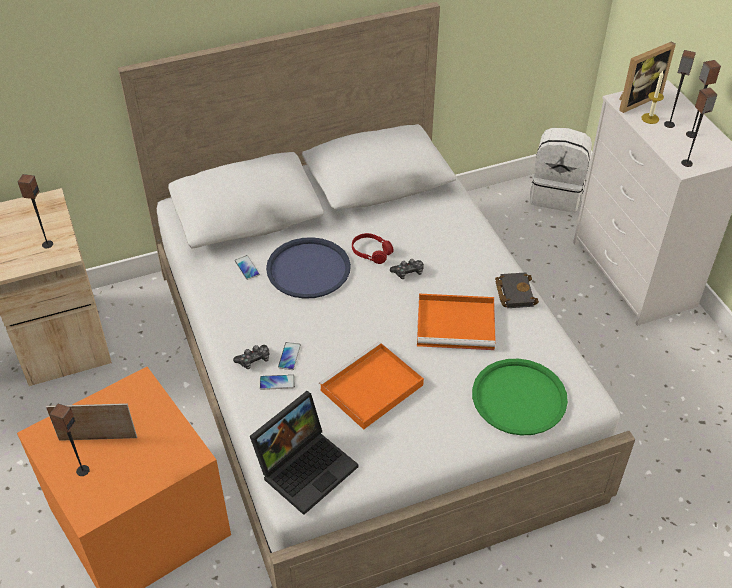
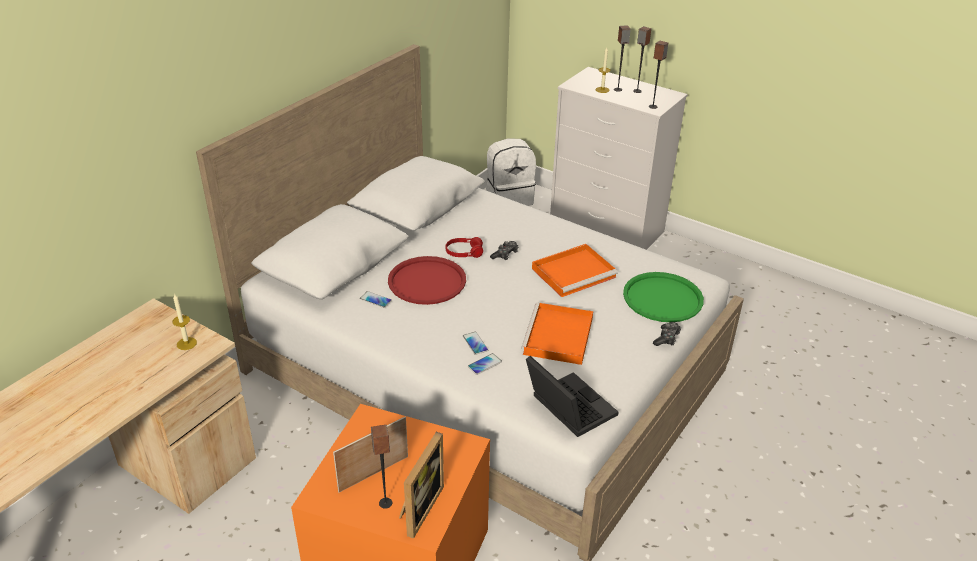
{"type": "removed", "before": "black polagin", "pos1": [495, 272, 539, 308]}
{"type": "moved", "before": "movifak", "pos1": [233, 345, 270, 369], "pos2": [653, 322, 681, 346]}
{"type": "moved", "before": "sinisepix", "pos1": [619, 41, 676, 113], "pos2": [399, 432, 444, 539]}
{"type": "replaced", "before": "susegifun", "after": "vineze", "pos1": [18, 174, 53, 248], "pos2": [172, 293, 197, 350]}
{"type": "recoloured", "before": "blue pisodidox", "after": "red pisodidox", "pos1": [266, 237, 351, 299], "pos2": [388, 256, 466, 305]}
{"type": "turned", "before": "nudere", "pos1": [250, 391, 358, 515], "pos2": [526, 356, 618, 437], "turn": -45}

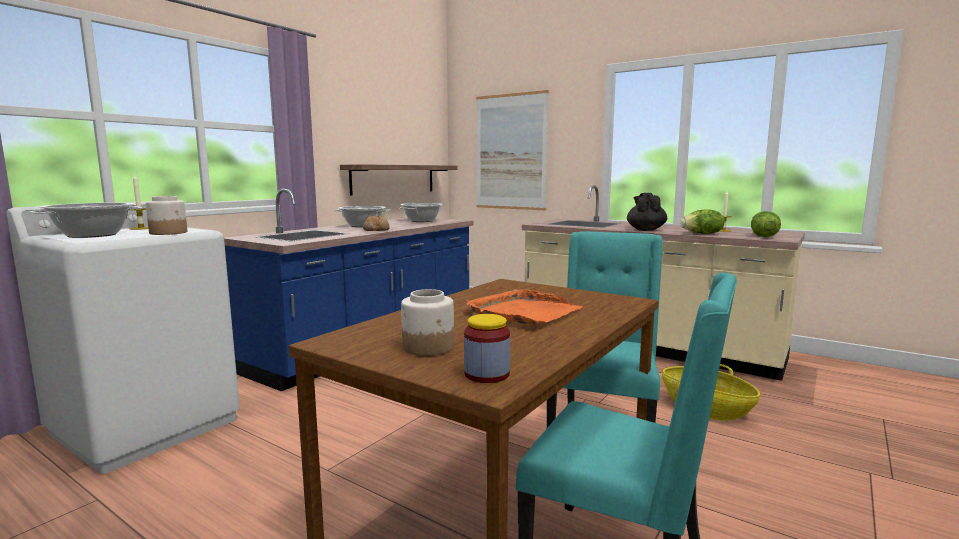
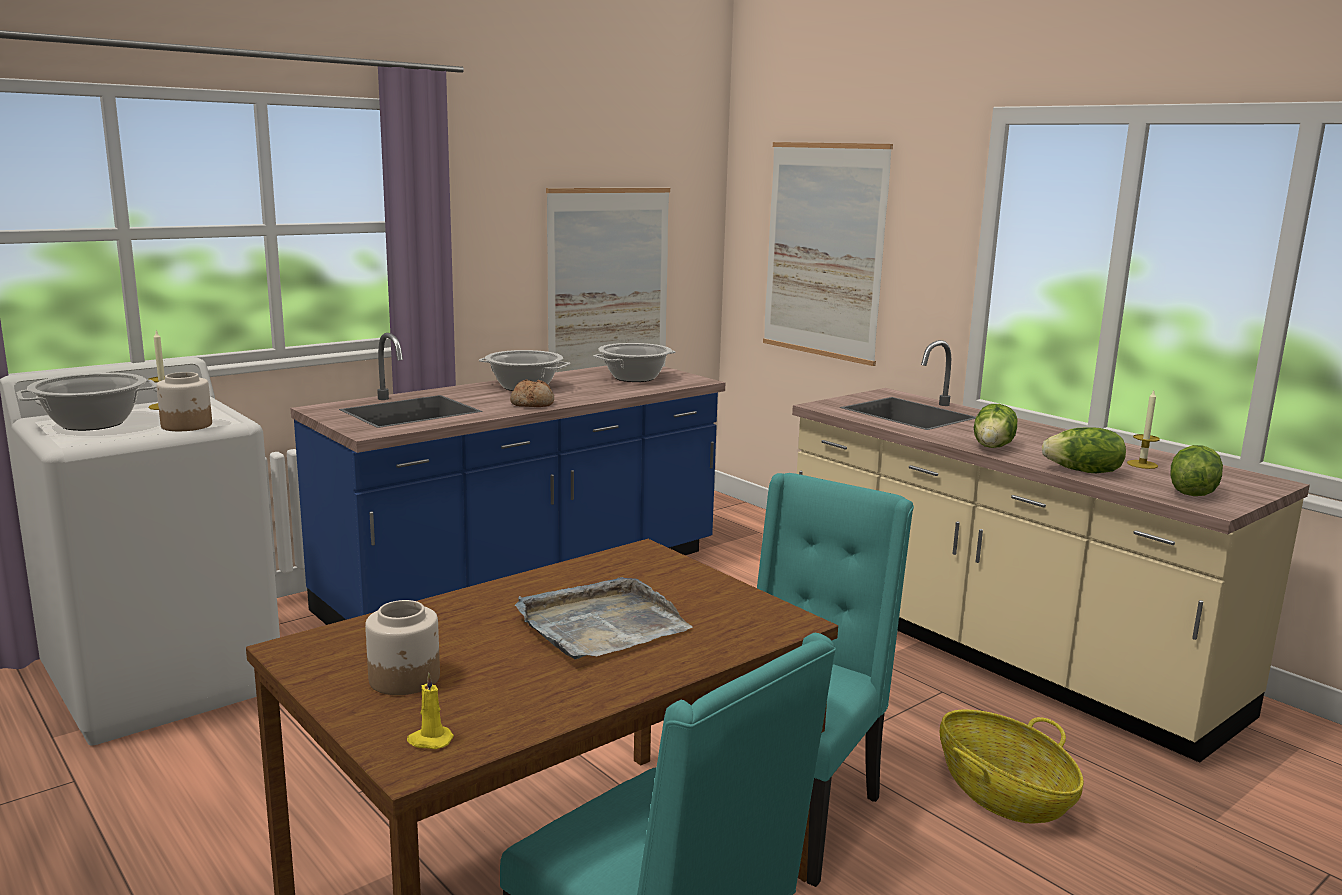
{"type": "replaced", "before": "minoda", "after": "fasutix", "pos1": [340, 164, 457, 195], "pos2": [546, 188, 670, 372]}
{"type": "replaced", "before": "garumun", "after": "yellow vineze", "pos1": [464, 314, 510, 383], "pos2": [407, 673, 454, 749]}
{"type": "replaced", "before": "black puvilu", "after": "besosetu", "pos1": [627, 193, 667, 231], "pos2": [974, 404, 1017, 448]}
{"type": "recoloured", "before": "orange pisodidox", "after": "grey pisodidox", "pos1": [467, 289, 583, 325], "pos2": [515, 577, 693, 659]}

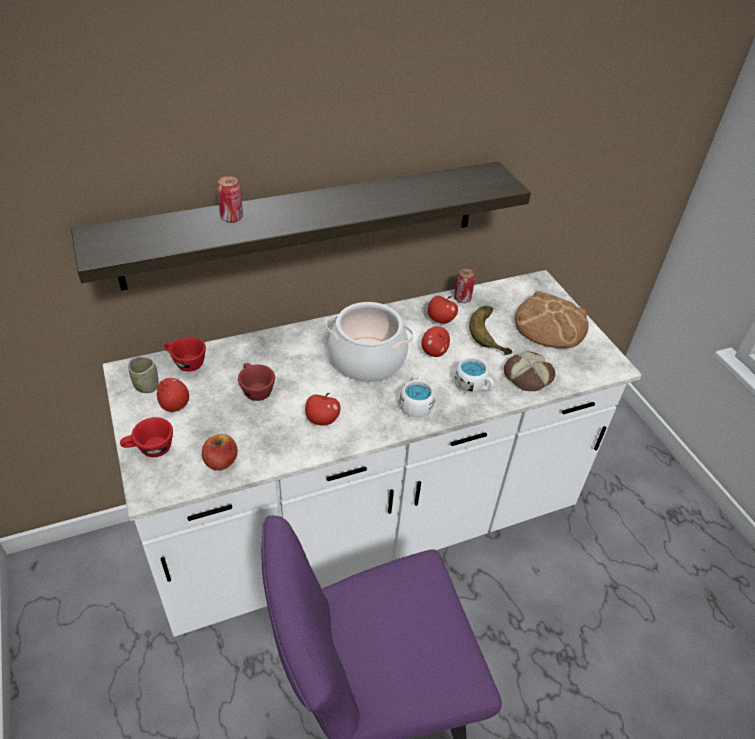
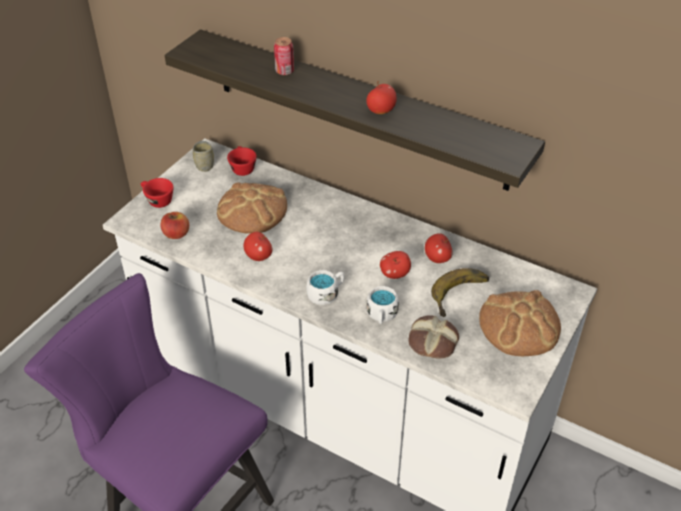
{"type": "removed", "before": "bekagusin", "pos1": [326, 302, 413, 382]}
{"type": "removed", "before": "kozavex", "pos1": [454, 268, 475, 303]}
{"type": "moved", "before": "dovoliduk", "pos1": [157, 378, 189, 412], "pos2": [366, 81, 397, 114]}
{"type": "replaced", "before": "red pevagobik", "after": "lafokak", "pos1": [238, 363, 275, 401], "pos2": [217, 182, 287, 234]}

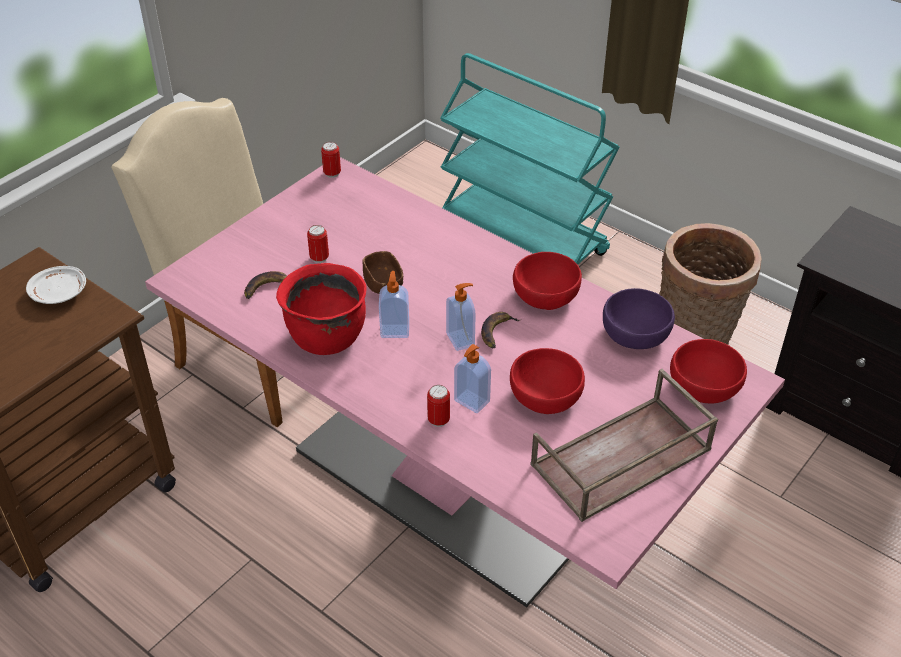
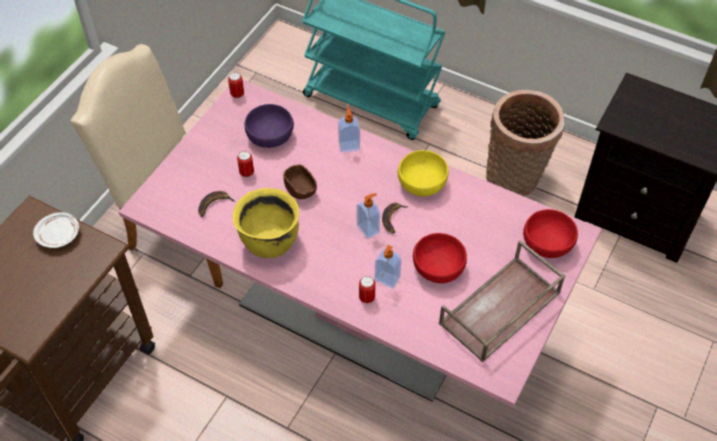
{"type": "moved", "before": "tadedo", "pos1": [379, 271, 409, 338], "pos2": [338, 107, 360, 153]}
{"type": "moved", "before": "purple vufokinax", "pos1": [603, 288, 675, 349], "pos2": [245, 104, 294, 148]}
{"type": "recoloured", "before": "red bekagusin", "after": "yellow bekagusin", "pos1": [276, 263, 366, 355], "pos2": [233, 188, 299, 258]}
{"type": "recoloured", "before": "red vufokinax", "after": "yellow vufokinax", "pos1": [513, 252, 582, 310], "pos2": [398, 150, 448, 196]}

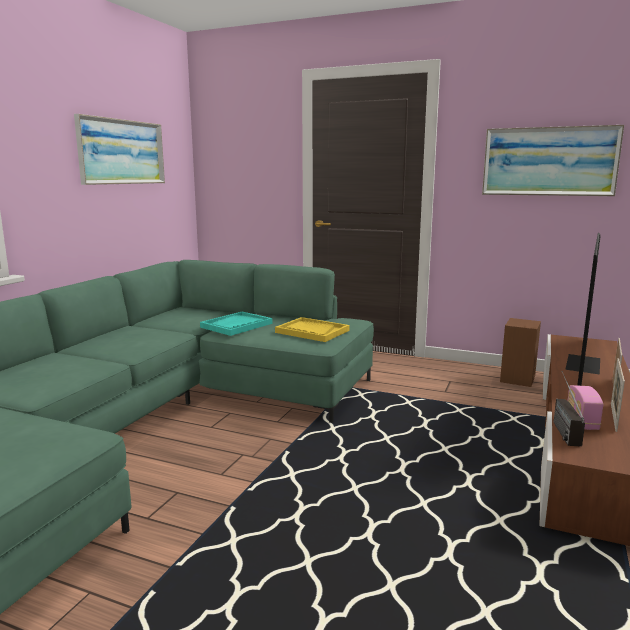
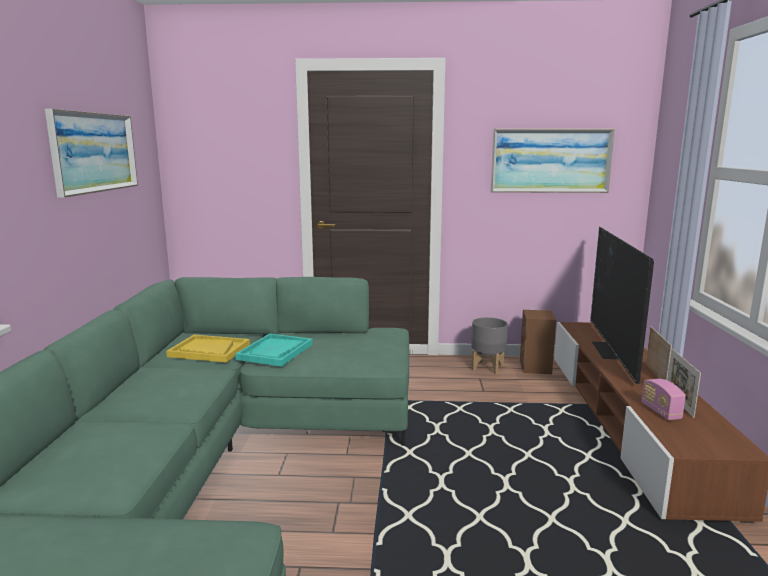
{"type": "removed", "before": "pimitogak", "pos1": [553, 371, 585, 446]}
{"type": "added", "after": "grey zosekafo", "pos2": [471, 317, 508, 374]}
{"type": "moved", "before": "yellow pisodidox", "pos1": [275, 317, 350, 342], "pos2": [166, 335, 250, 363]}

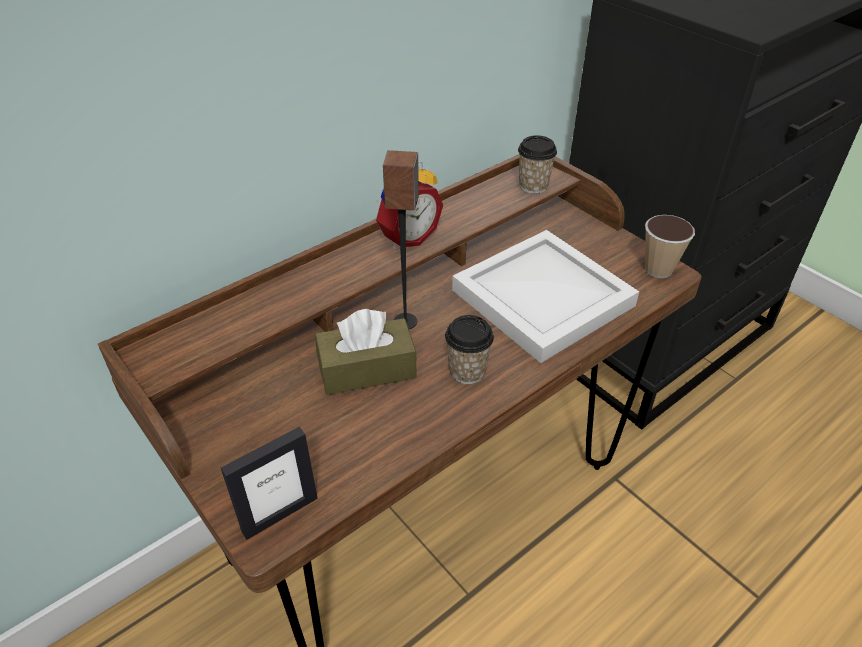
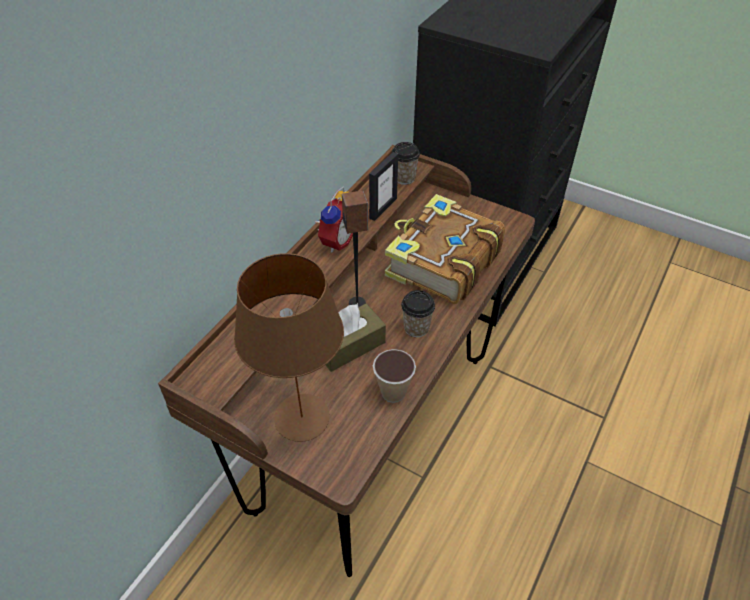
{"type": "added", "after": "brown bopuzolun", "pos2": [234, 253, 344, 442]}
{"type": "moved", "before": "sinisepix", "pos1": [221, 427, 318, 540], "pos2": [369, 152, 398, 221]}
{"type": "moved", "before": "pevagobik", "pos1": [645, 215, 695, 278], "pos2": [373, 349, 416, 403]}
{"type": "replaced", "before": "white pisodidox", "after": "polagin", "pos1": [452, 230, 639, 363], "pos2": [385, 194, 505, 304]}

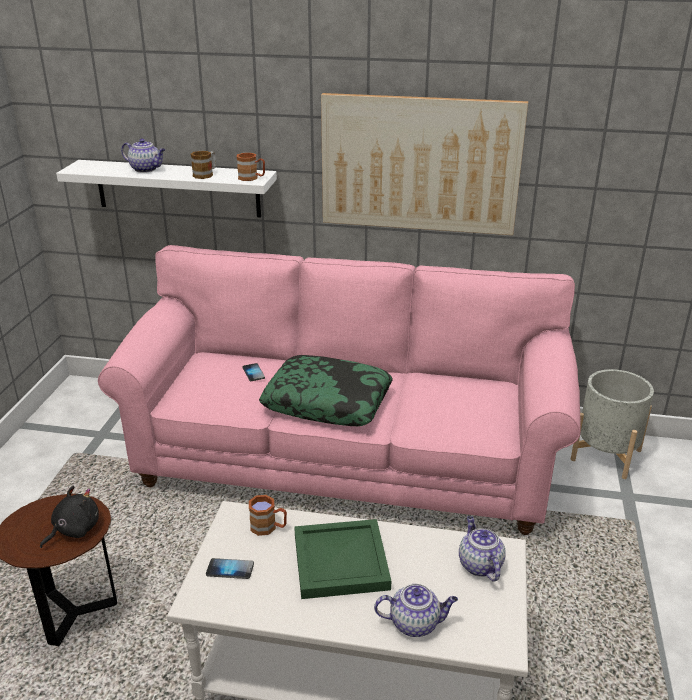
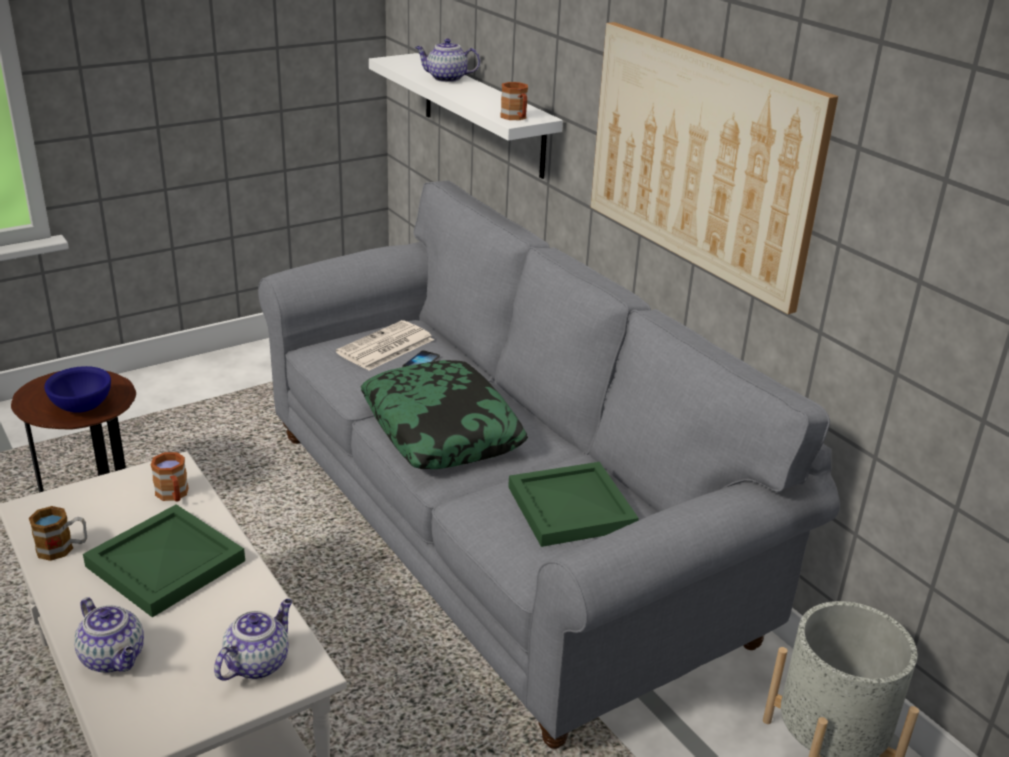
{"type": "removed", "before": "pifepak", "pos1": [206, 558, 254, 579]}
{"type": "added", "after": "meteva", "pos2": [336, 320, 434, 371]}
{"type": "added", "after": "green pisodidox", "pos2": [508, 462, 639, 547]}
{"type": "moved", "before": "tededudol", "pos1": [191, 151, 216, 179], "pos2": [29, 506, 87, 561]}
{"type": "replaced", "before": "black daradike", "after": "blue vufokinax", "pos1": [40, 485, 99, 548], "pos2": [44, 366, 111, 413]}
{"type": "recoloured", "before": "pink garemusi", "after": "grey garemusi", "pos1": [98, 245, 581, 535], "pos2": [258, 180, 840, 749]}
{"type": "turned", "before": "puvilu", "pos1": [121, 139, 165, 173], "pos2": [415, 39, 480, 82], "turn": 120}

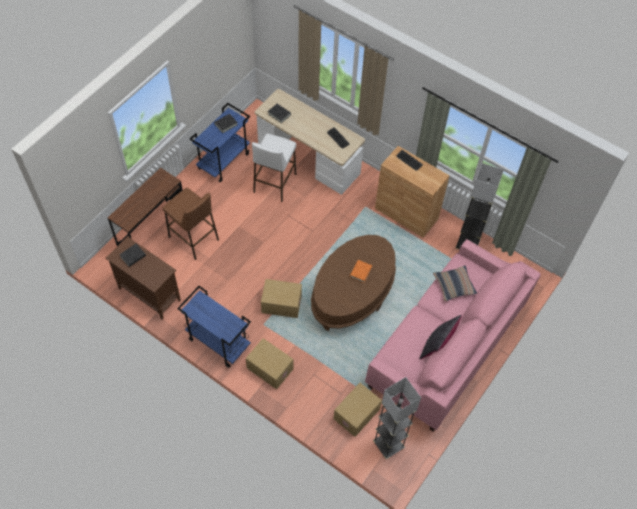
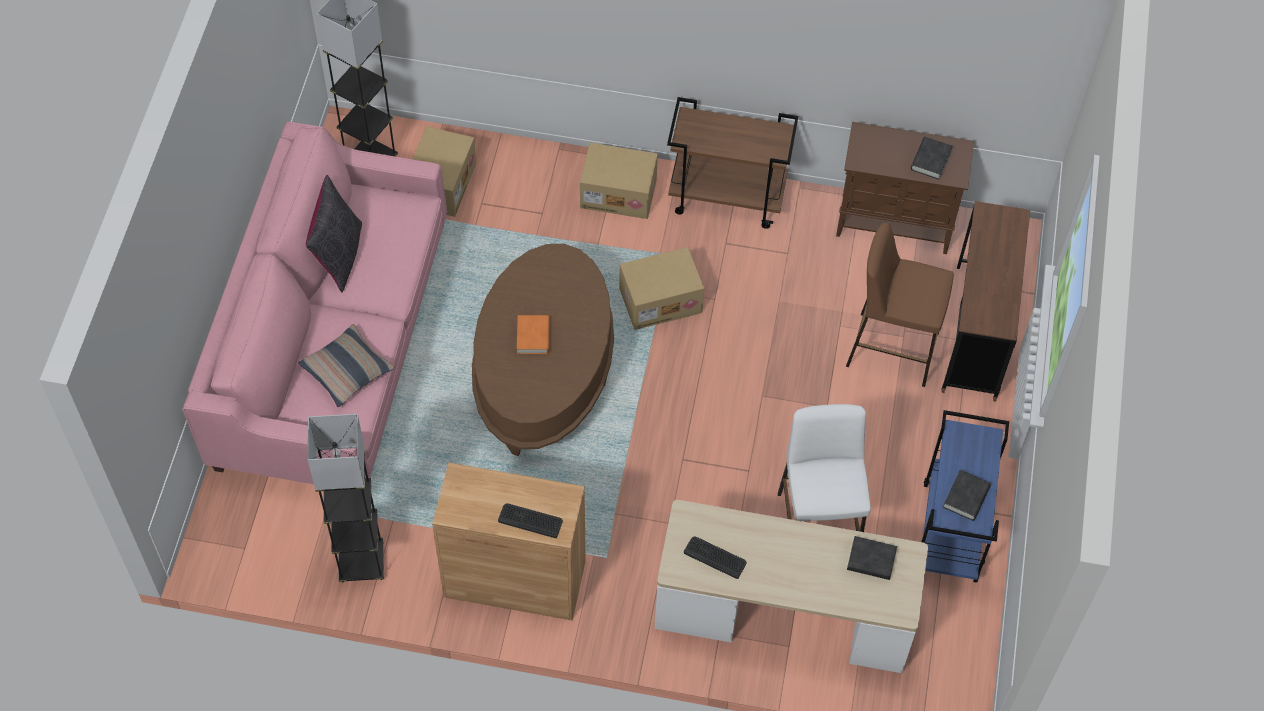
{"type": "recoloured", "before": "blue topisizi", "after": "brown topisizi", "pos1": [177, 286, 251, 368], "pos2": [667, 97, 798, 229]}

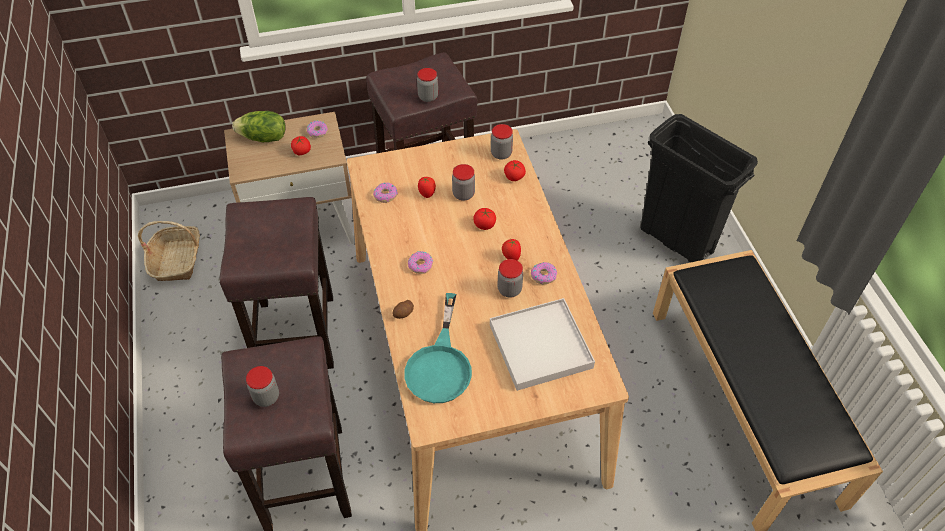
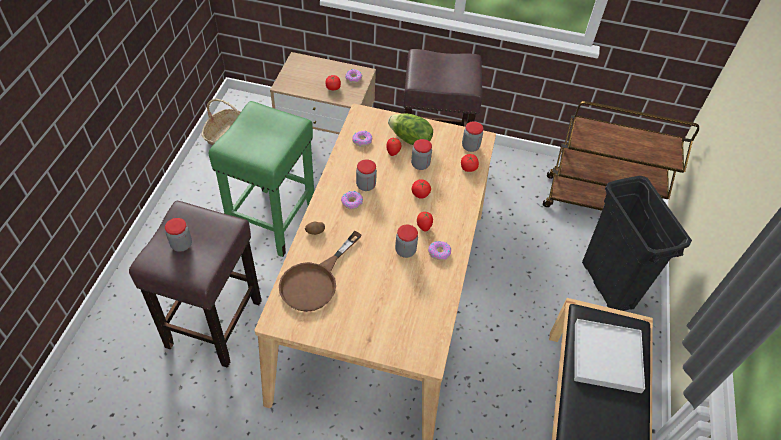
{"type": "added", "after": "brown topisizi", "pos2": [543, 101, 699, 211]}
{"type": "moved", "before": "besosetu", "pos1": [232, 111, 286, 142], "pos2": [388, 113, 433, 145]}
{"type": "moved", "before": "garumun", "pos1": [417, 68, 438, 102], "pos2": [356, 159, 377, 191]}
{"type": "moved", "before": "white pisodidox", "pos1": [490, 298, 595, 391], "pos2": [574, 319, 645, 393]}
{"type": "recoloured", "before": "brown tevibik", "after": "green tevibik", "pos1": [220, 197, 334, 369], "pos2": [208, 101, 314, 257]}
{"type": "recoloured", "before": "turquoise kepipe", "after": "brown kepipe", "pos1": [404, 293, 472, 403], "pos2": [279, 231, 362, 312]}

